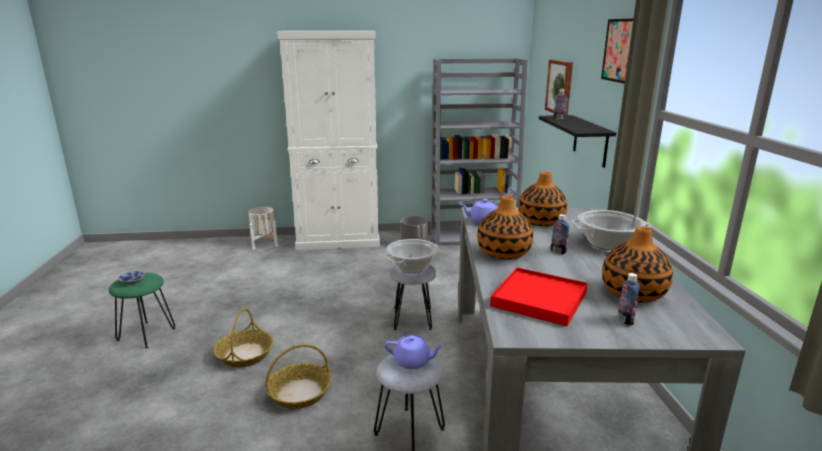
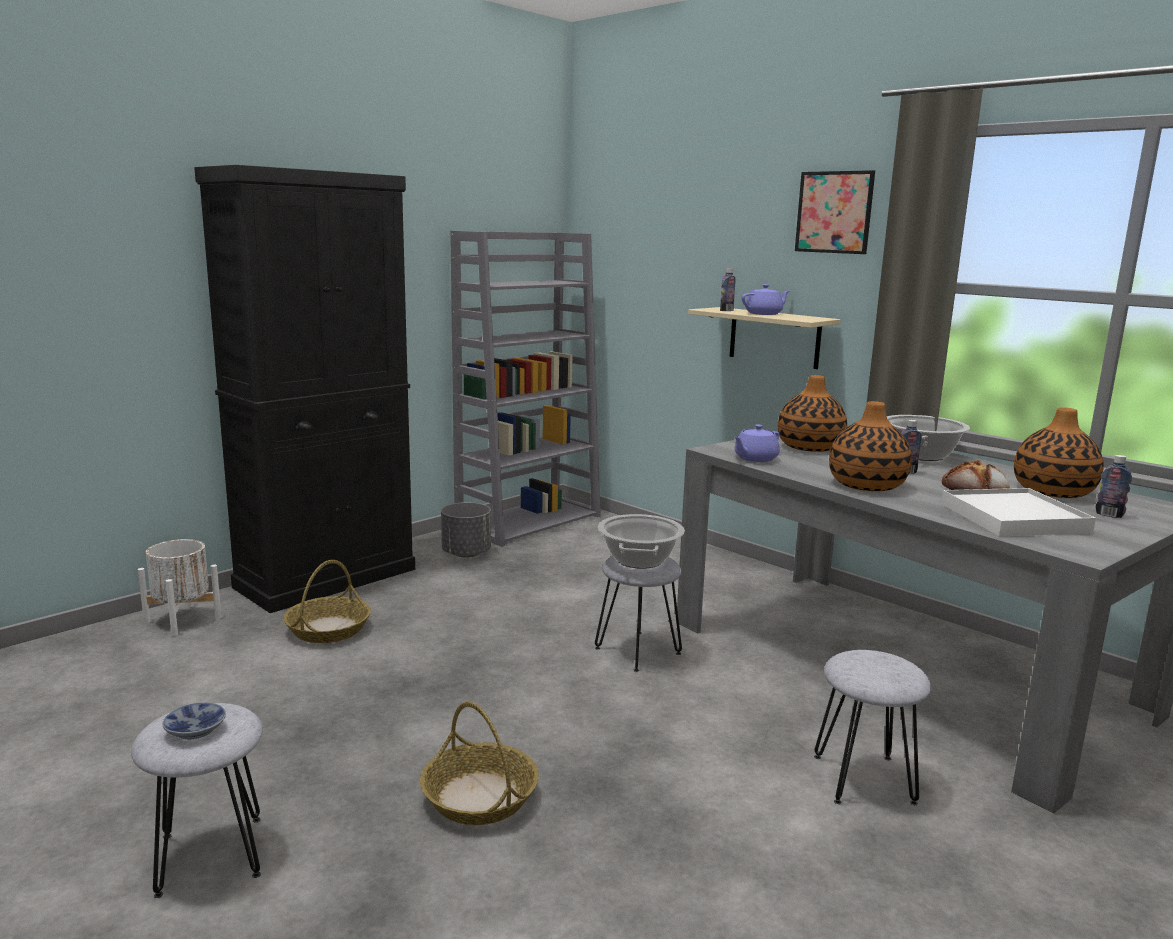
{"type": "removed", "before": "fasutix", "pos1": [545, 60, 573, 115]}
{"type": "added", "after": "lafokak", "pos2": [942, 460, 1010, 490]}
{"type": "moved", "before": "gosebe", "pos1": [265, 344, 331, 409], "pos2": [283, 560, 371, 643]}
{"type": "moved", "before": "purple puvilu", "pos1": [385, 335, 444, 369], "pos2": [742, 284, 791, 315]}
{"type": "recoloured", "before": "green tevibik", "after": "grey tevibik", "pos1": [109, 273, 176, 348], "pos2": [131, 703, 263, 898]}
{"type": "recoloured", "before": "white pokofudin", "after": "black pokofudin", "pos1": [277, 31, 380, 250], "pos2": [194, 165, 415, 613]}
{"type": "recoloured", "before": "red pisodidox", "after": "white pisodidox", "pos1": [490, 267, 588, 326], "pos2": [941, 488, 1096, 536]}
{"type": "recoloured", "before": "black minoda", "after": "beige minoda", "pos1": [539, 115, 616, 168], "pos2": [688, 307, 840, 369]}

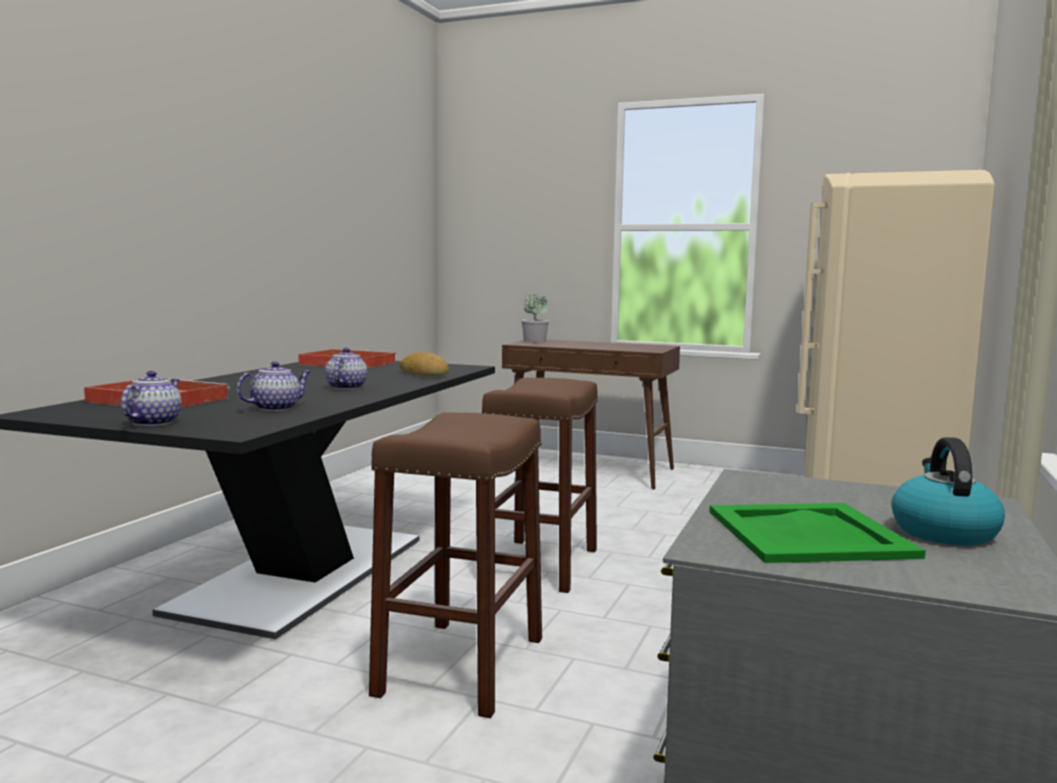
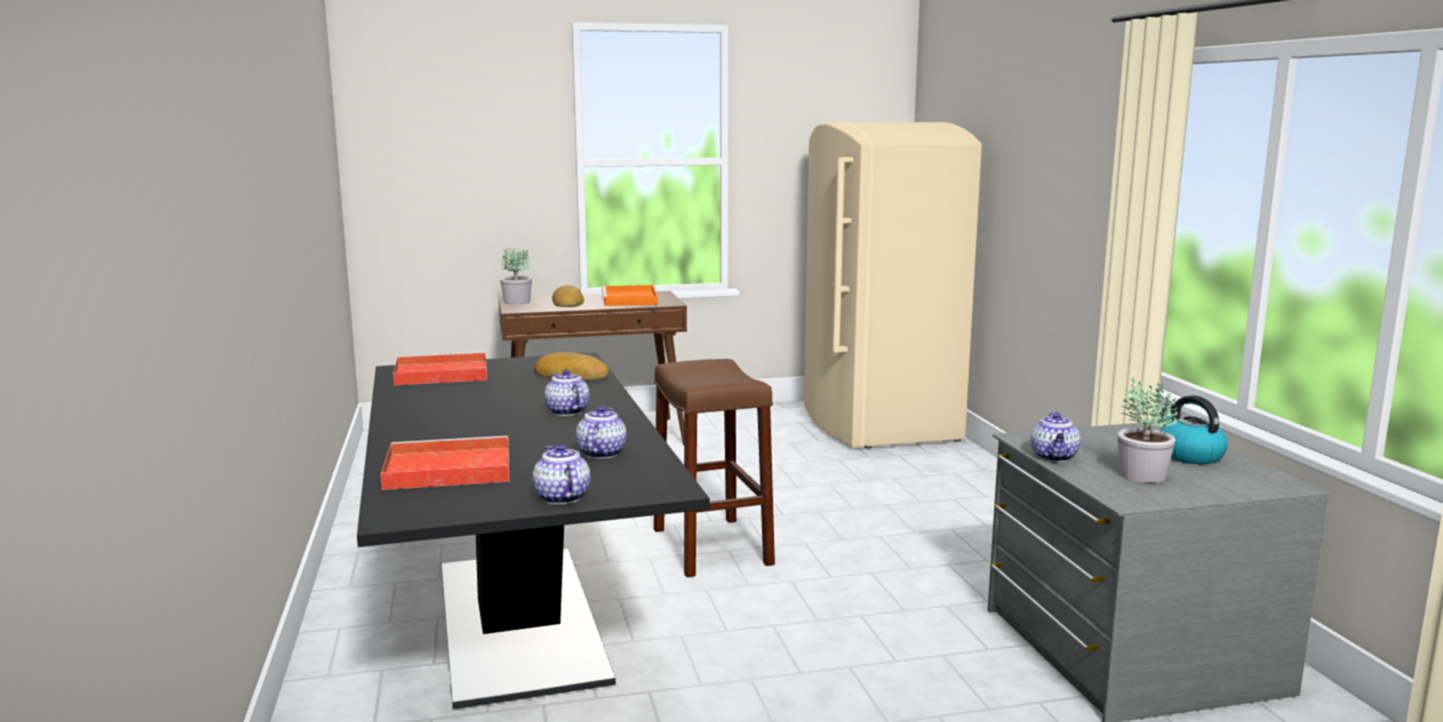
{"type": "removed", "before": "brown tevibik", "pos1": [369, 412, 542, 718]}
{"type": "added", "after": "lafokak", "pos2": [552, 285, 584, 307]}
{"type": "added", "after": "orange pisodidox", "pos2": [602, 285, 658, 306]}
{"type": "added", "after": "puvilu", "pos2": [1030, 412, 1080, 462]}
{"type": "replaced", "before": "green pisodidox", "after": "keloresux", "pos1": [709, 503, 926, 563], "pos2": [1117, 377, 1178, 483]}

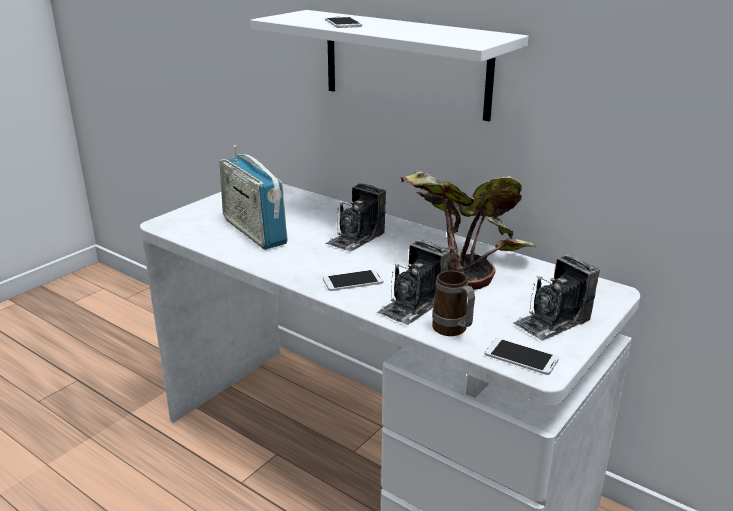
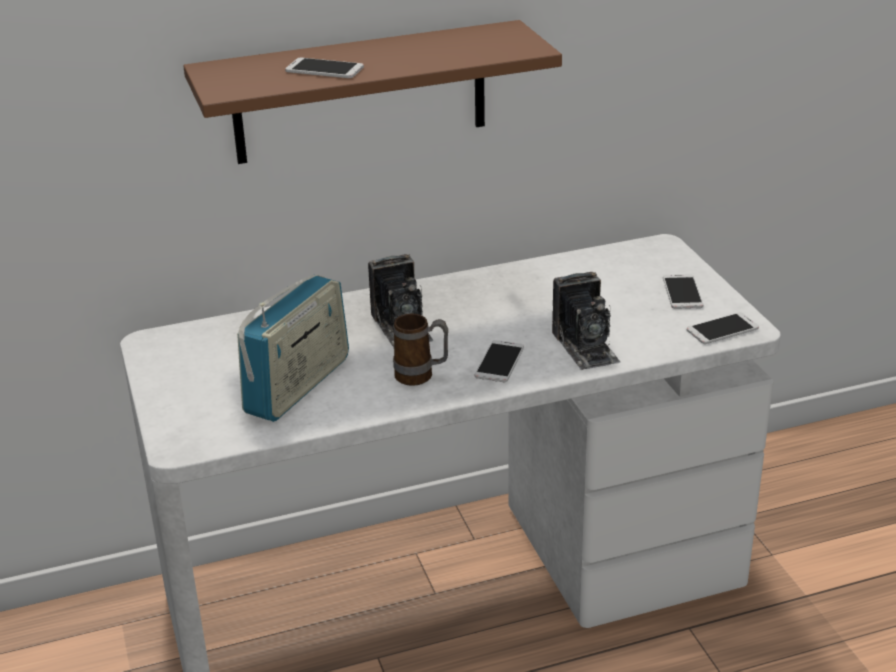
{"type": "removed", "before": "keloresux", "pos1": [401, 170, 537, 290]}
{"type": "moved", "before": "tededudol", "pos1": [432, 271, 475, 336], "pos2": [393, 313, 448, 386]}
{"type": "replaced", "before": "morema", "after": "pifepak", "pos1": [512, 254, 600, 340], "pos2": [663, 274, 703, 309]}
{"type": "recoloured", "before": "white minoda", "after": "brown minoda", "pos1": [251, 10, 528, 121], "pos2": [183, 20, 562, 164]}
{"type": "turned", "before": "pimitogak", "pos1": [219, 145, 288, 250], "pos2": [237, 275, 349, 422], "turn": -60}

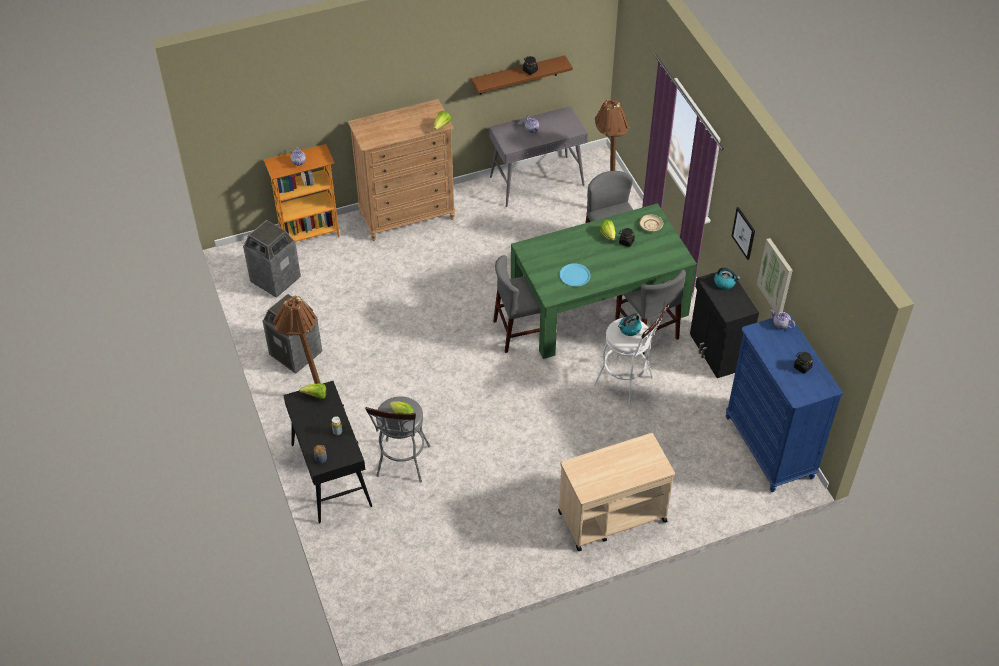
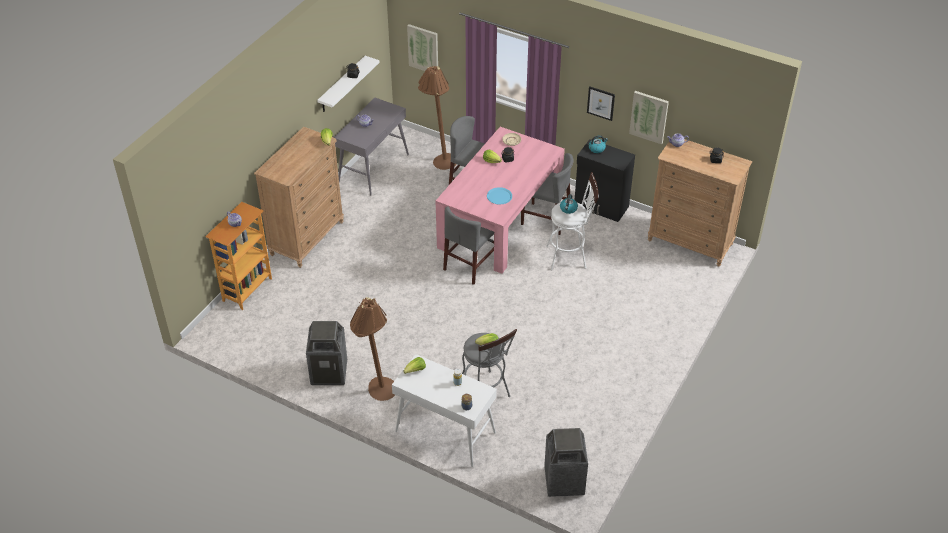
{"type": "removed", "before": "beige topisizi", "pos1": [558, 433, 675, 551]}
{"type": "added", "after": "fasutix", "pos2": [407, 24, 438, 71]}
{"type": "moved", "before": "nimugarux", "pos1": [243, 220, 301, 298], "pos2": [544, 428, 588, 497]}
{"type": "recoloured", "before": "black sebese", "after": "white sebese", "pos1": [283, 381, 372, 523], "pos2": [392, 354, 497, 467]}
{"type": "recoloured", "before": "brown minoda", "after": "white minoda", "pos1": [471, 55, 573, 95], "pos2": [317, 56, 380, 112]}
{"type": "recoloured", "before": "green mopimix", "after": "pink mopimix", "pos1": [511, 203, 697, 359], "pos2": [436, 127, 565, 274]}
{"type": "recoloured", "before": "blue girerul", "after": "brown girerul", "pos1": [726, 313, 843, 492], "pos2": [648, 139, 752, 267]}

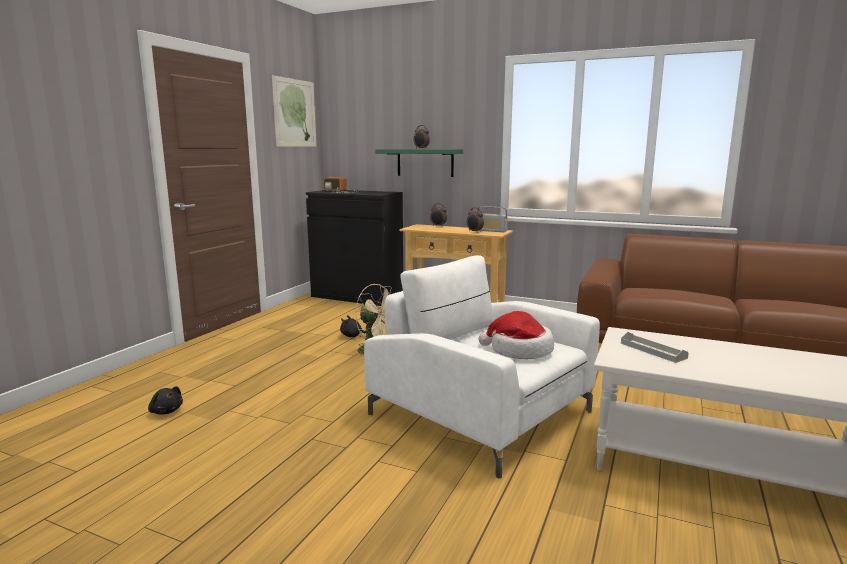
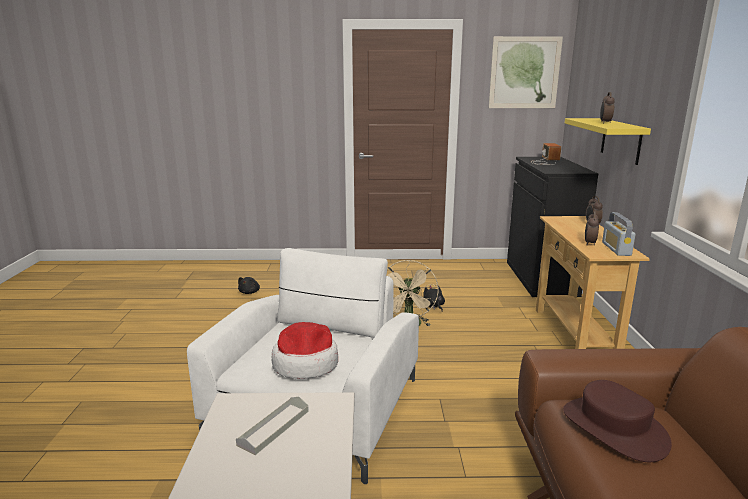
{"type": "added", "after": "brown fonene", "pos2": [563, 380, 672, 462]}
{"type": "recoloured", "before": "green minoda", "after": "yellow minoda", "pos1": [375, 149, 463, 177], "pos2": [565, 118, 651, 165]}

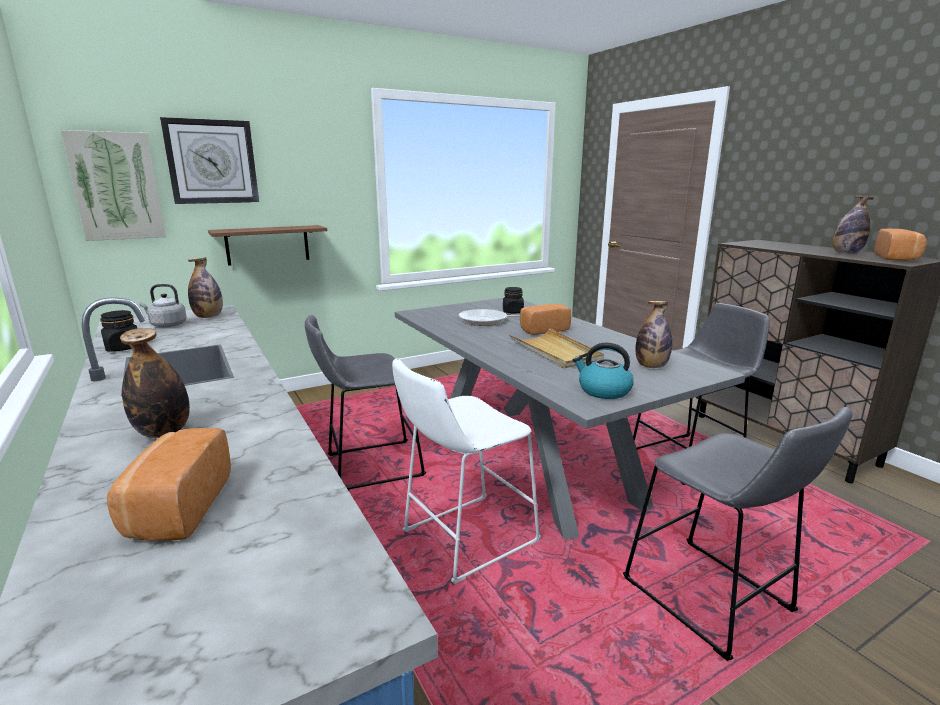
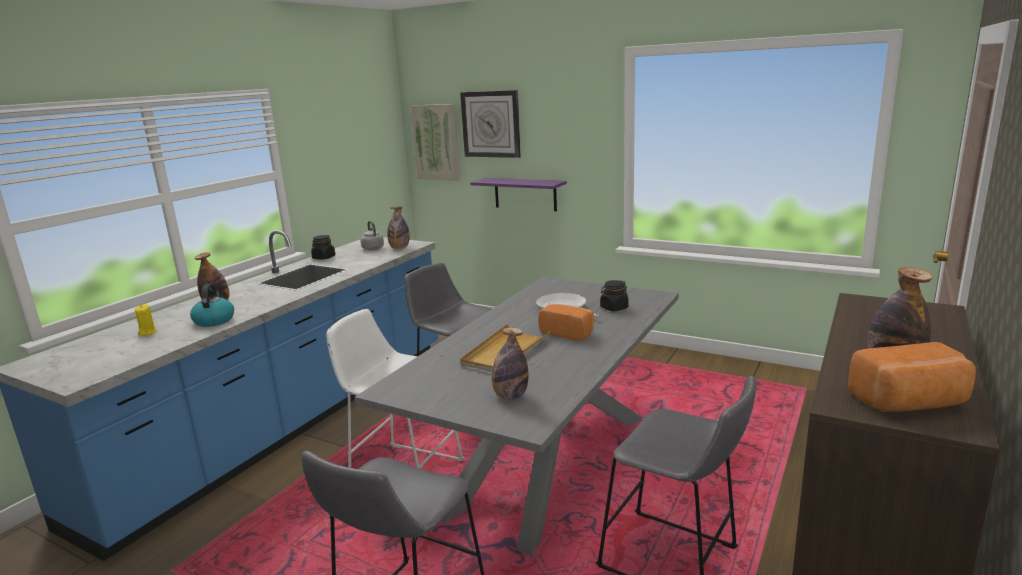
{"type": "moved", "before": "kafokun", "pos1": [573, 343, 634, 399], "pos2": [190, 284, 234, 327]}
{"type": "replaced", "before": "lafokak", "after": "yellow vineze", "pos1": [107, 428, 231, 540], "pos2": [135, 305, 157, 336]}
{"type": "recoloured", "before": "brown minoda", "after": "purple minoda", "pos1": [208, 225, 327, 266], "pos2": [470, 178, 567, 211]}

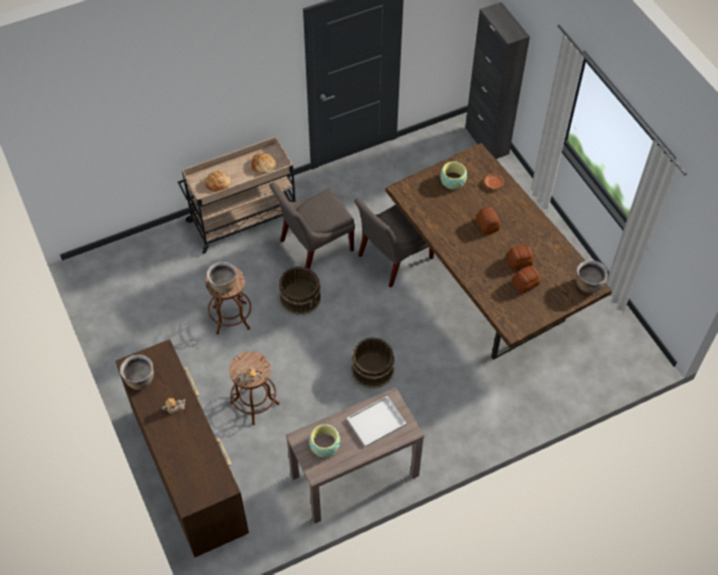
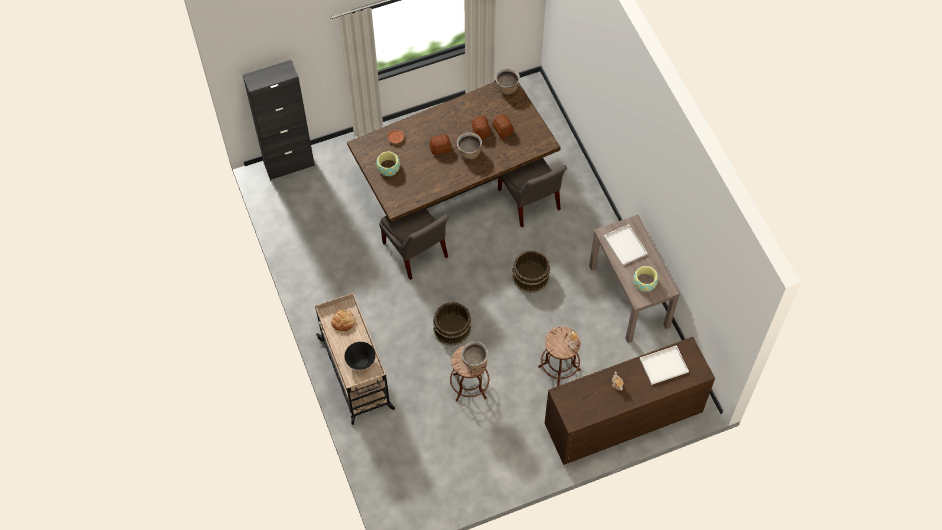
{"type": "added", "after": "white pisodidox", "pos2": [640, 345, 689, 385]}
{"type": "moved", "before": "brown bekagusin", "pos1": [120, 355, 154, 390], "pos2": [457, 132, 482, 159]}
{"type": "moved", "before": "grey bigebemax", "pos1": [270, 182, 355, 270], "pos2": [498, 158, 567, 227]}
{"type": "replaced", "before": "lafokak", "after": "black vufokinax", "pos1": [205, 171, 231, 192], "pos2": [344, 342, 376, 370]}

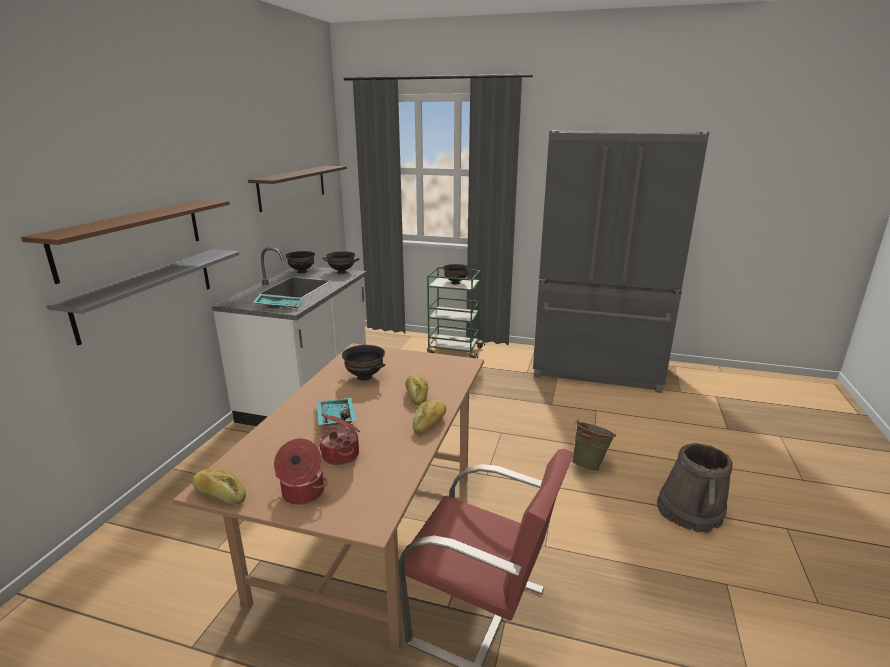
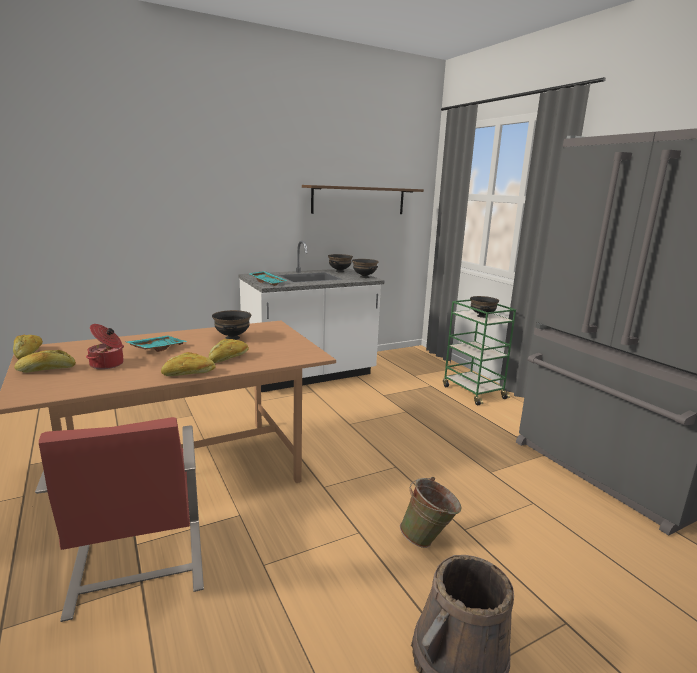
{"type": "removed", "before": "brown minoda", "pos1": [21, 200, 230, 284]}
{"type": "removed", "before": "grey minoda", "pos1": [47, 249, 240, 345]}
{"type": "replaced", "before": "bekagusin", "after": "lafokak", "pos1": [274, 438, 328, 505], "pos2": [14, 350, 76, 373]}

